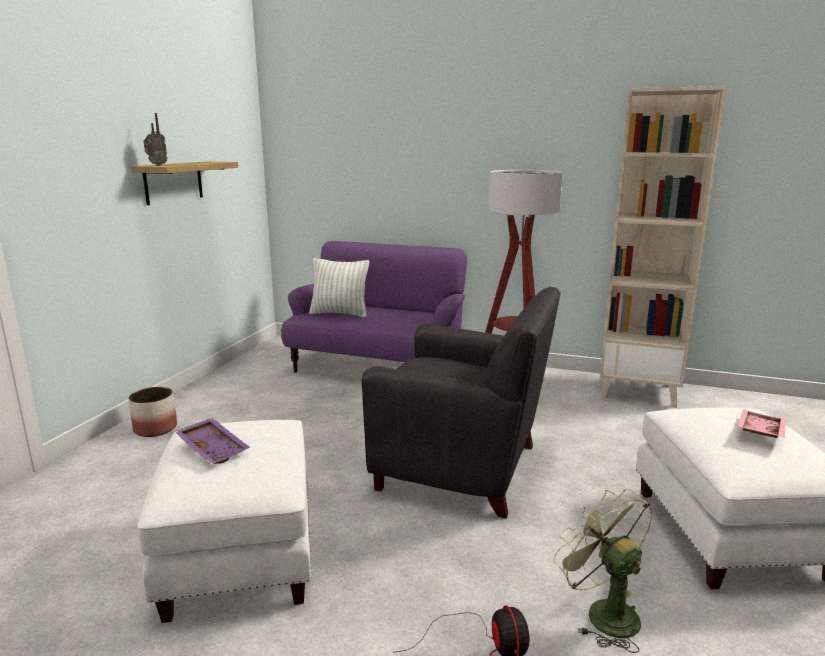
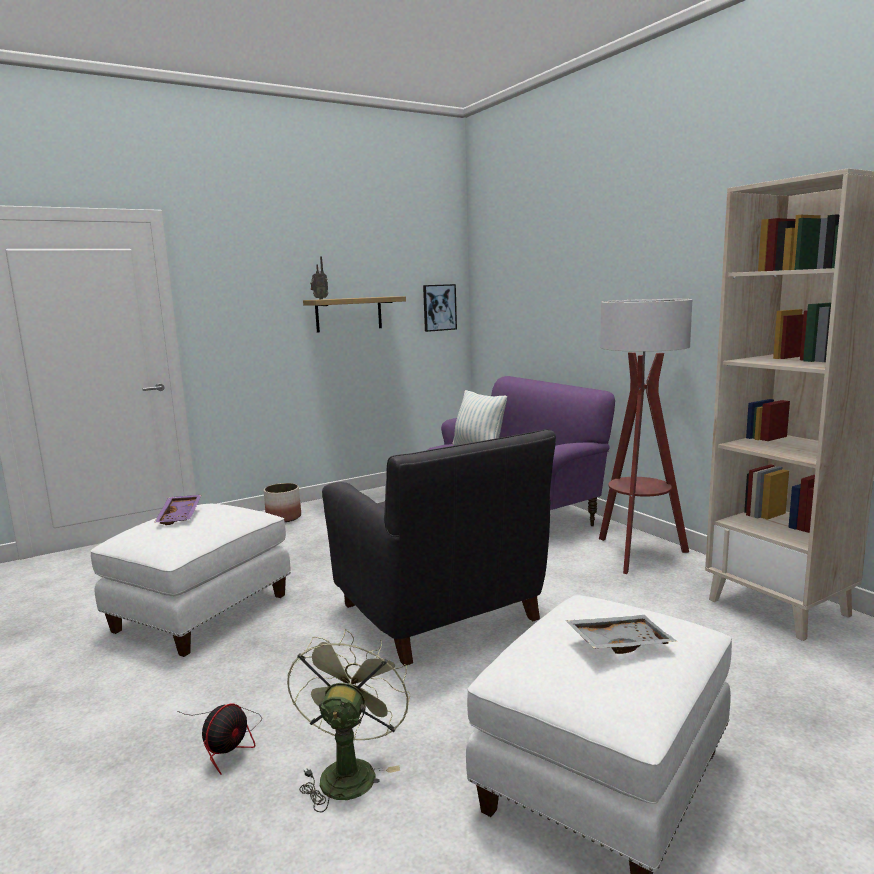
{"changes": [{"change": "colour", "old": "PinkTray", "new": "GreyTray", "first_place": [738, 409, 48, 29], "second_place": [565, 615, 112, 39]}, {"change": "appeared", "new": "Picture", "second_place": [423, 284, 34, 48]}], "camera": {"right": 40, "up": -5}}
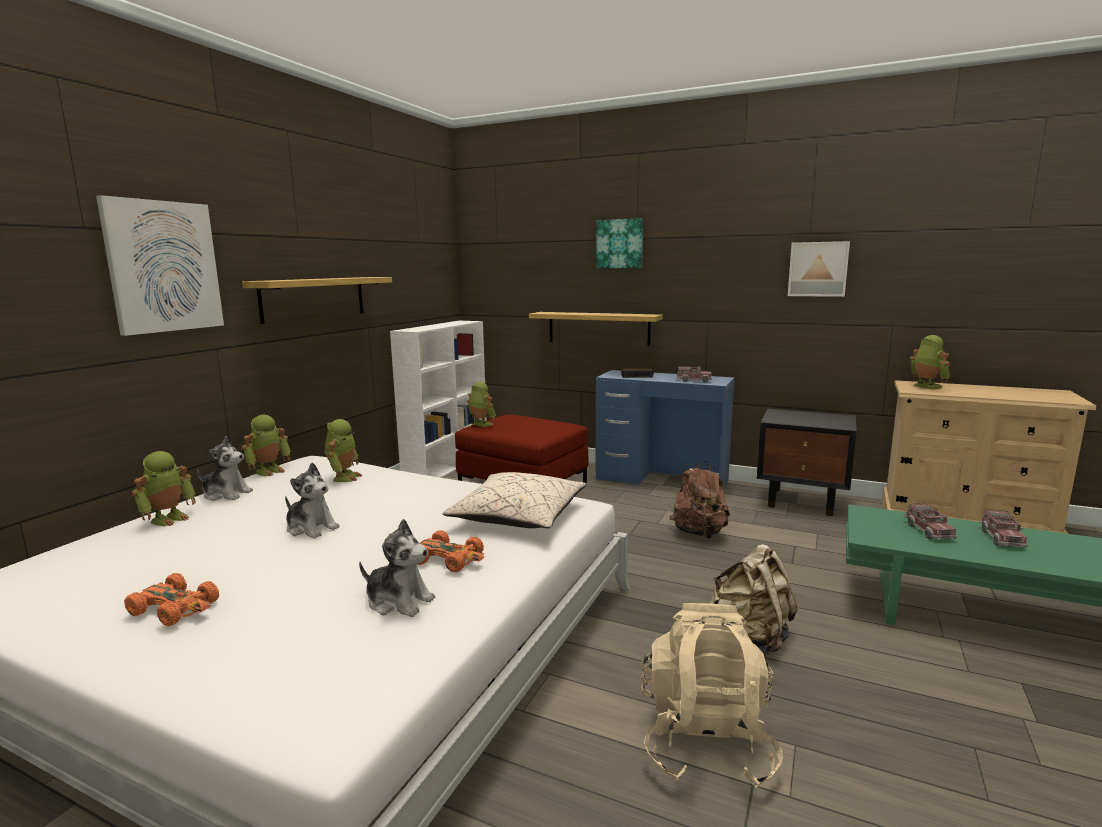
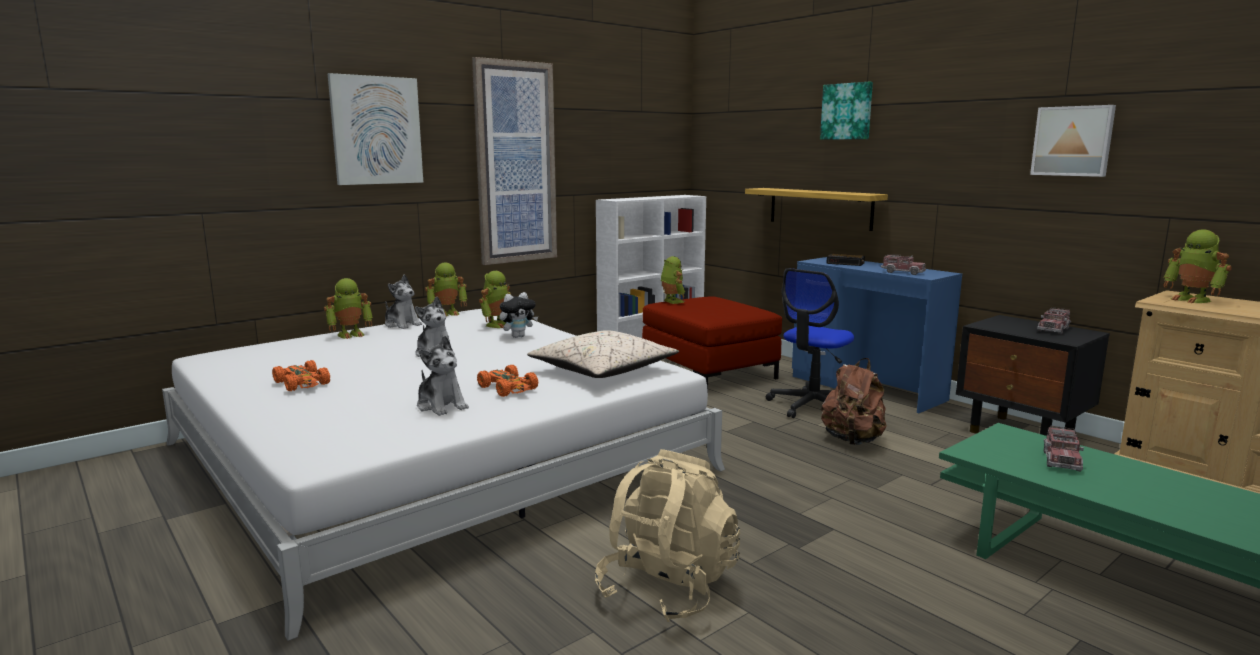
{"changes": [{"change": "exchanged", "old": "Shelf", "new": "Picture", "first_place": [242, 277, 150, 47], "second_place": [472, 57, 85, 208]}, {"change": "missing", "old": "BeigeBackpack", "first_place": [710, 544, 87, 110]}, {"change": "spun", "old": "ToyRobot", "first_place": [910, 335, 40, 54], "second_place": [1163, 230, 69, 73], "degrees": 150}, {"change": "relocated", "old": "ToyTruck", "first_place": [980, 509, 48, 39], "second_place": [1037, 307, 34, 27]}, {"change": "appeared", "new": "PlushToy", "second_place": [499, 292, 39, 46]}, {"change": "appeared", "new": "OfficeChair", "second_place": [766, 268, 88, 150]}], "camera": {"right": 25, "up": 0}}
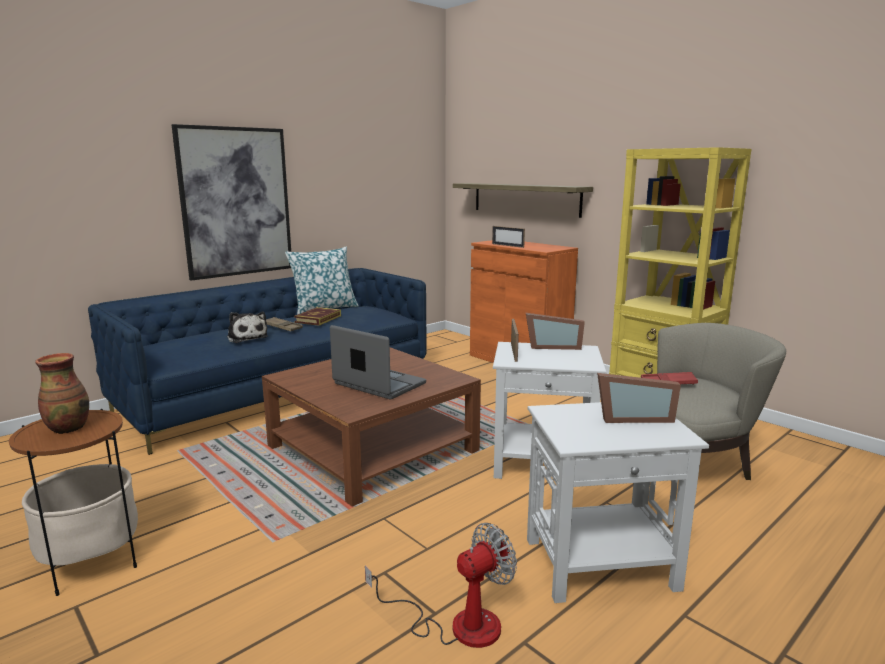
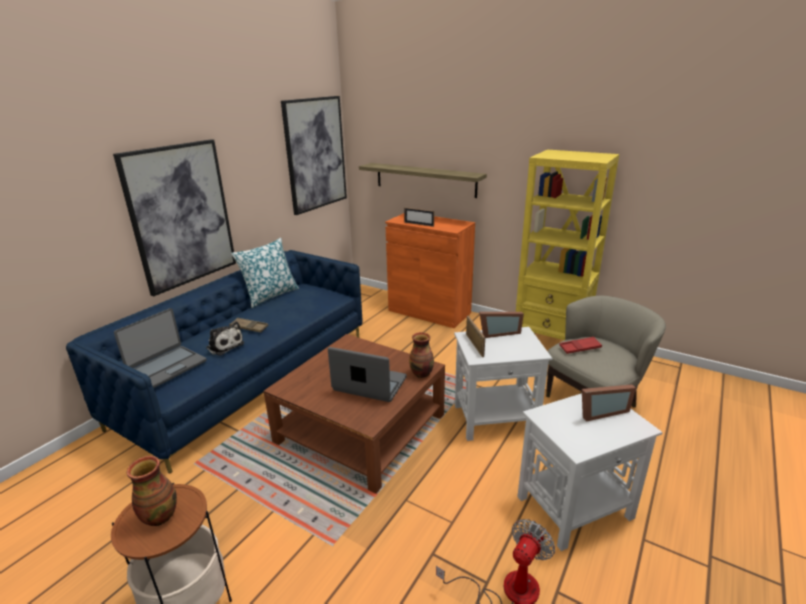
{"changes": [{"change": "missing", "old": "Book", "first_place": [294, 307, 47, 19]}, {"change": "appeared", "new": "Laptop", "second_place": [114, 308, 93, 80]}, {"change": "appeared", "new": "Picture", "second_place": [281, 96, 66, 119]}, {"change": "appeared", "new": "Vase", "second_place": [409, 332, 25, 46]}], "camera": {"right": -15, "up": 10}}
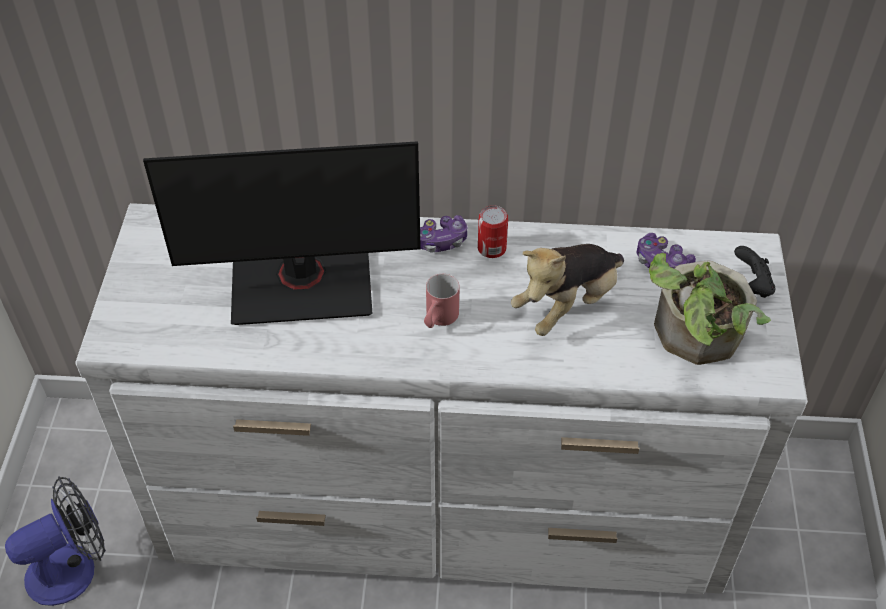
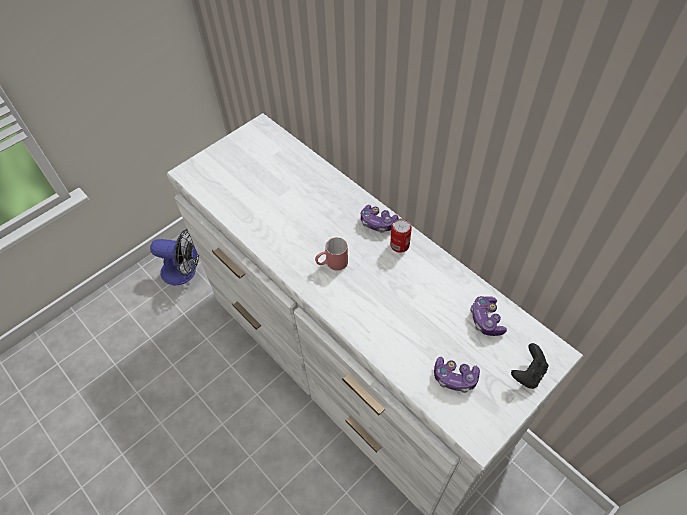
{"changes": [{"change": "missing", "old": "Monitor", "first_place": [143, 141, 278, 184]}, {"change": "missing", "old": "PlushToy", "first_place": [511, 244, 113, 92]}, {"change": "exchanged", "old": "PottedPlant", "new": "GameController", "first_place": [649, 253, 122, 112], "second_place": [434, 357, 46, 36]}], "camera": {"right": 45, "up": 5}}
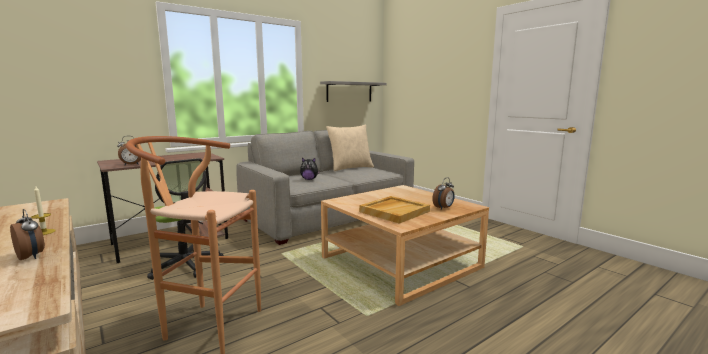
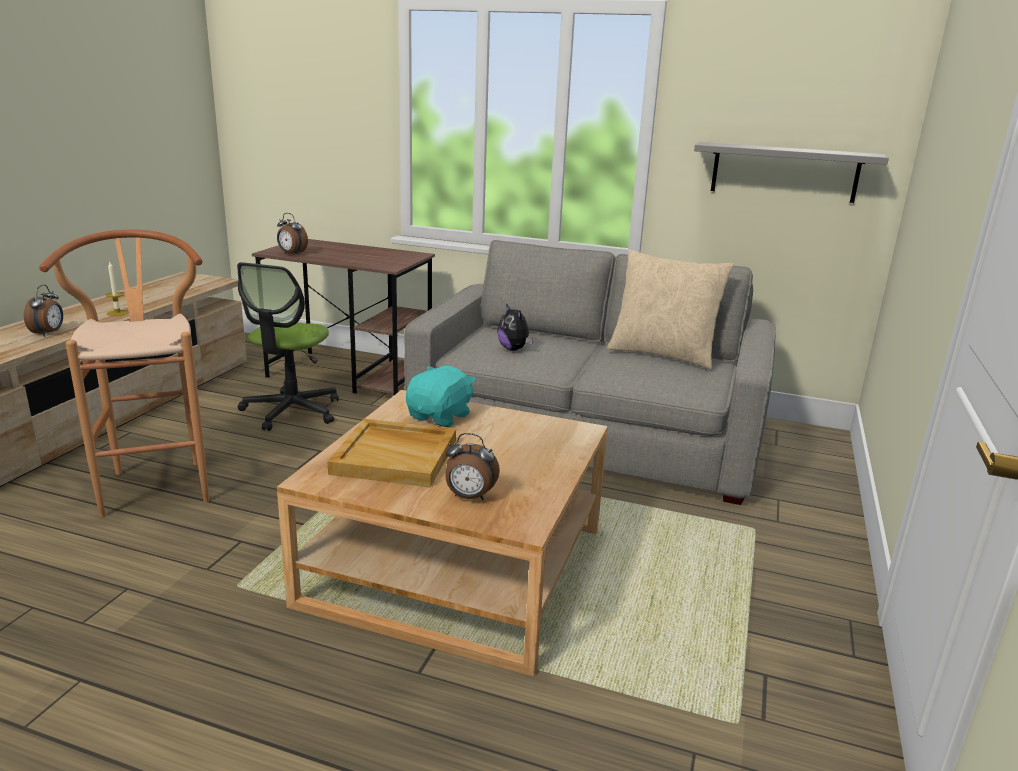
{"changes": [{"change": "appeared", "new": "TurquoisePlushToy", "second_place": [406, 366, 70, 61]}], "camera": {"right": 55, "up": 10}}
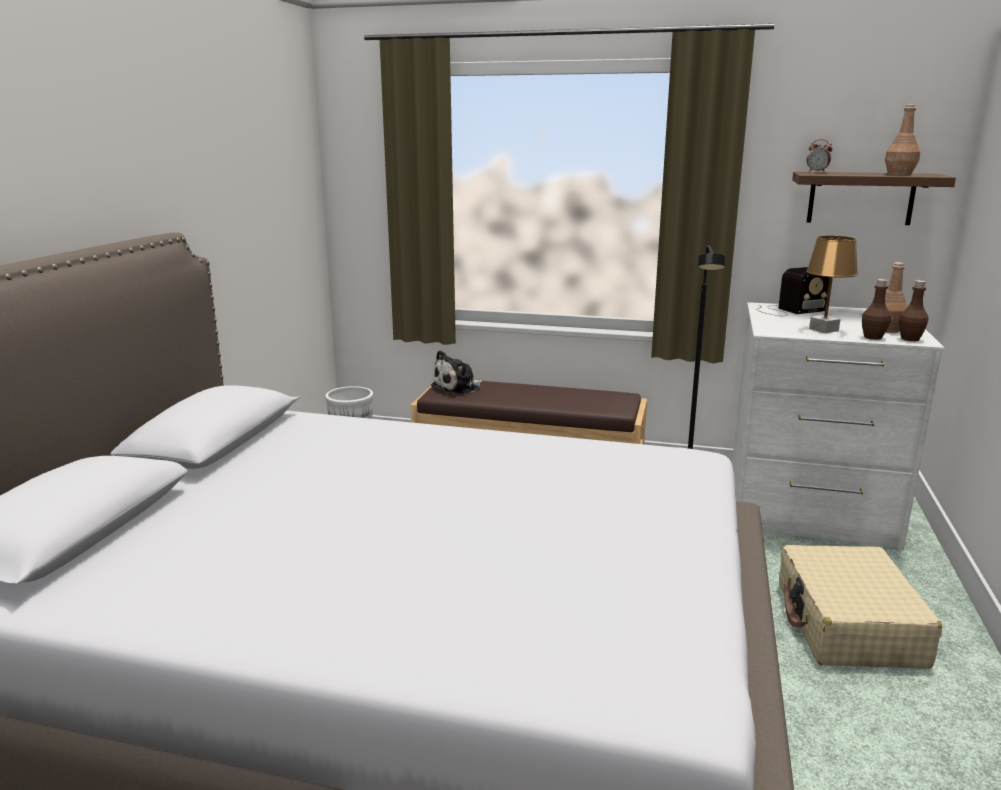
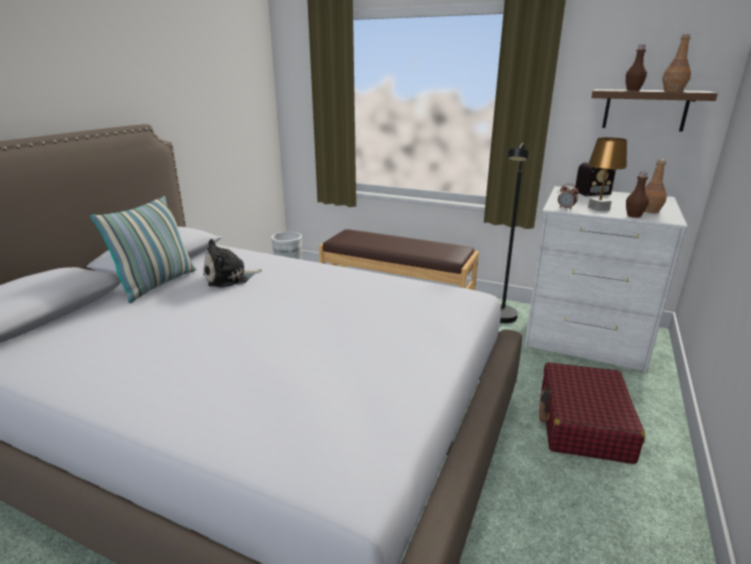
{"changes": [{"change": "relocated", "old": "PlushToy", "first_place": [431, 350, 52, 45], "second_place": [203, 239, 59, 49]}, {"change": "colour", "old": "BeigeSuitcase", "new": "RedSuitcase", "first_place": [779, 545, 163, 124], "second_place": [539, 362, 106, 102]}, {"change": "relocated", "old": "AlarmClock", "first_place": [807, 139, 26, 34], "second_place": [558, 184, 20, 26]}, {"change": "relocated", "old": "BrownBottle", "first_place": [899, 280, 29, 61], "second_place": [626, 45, 21, 46]}, {"change": "appeared", "new": "Pillow", "second_place": [90, 196, 106, 107]}], "camera": {"right": 10, "up": 5}}
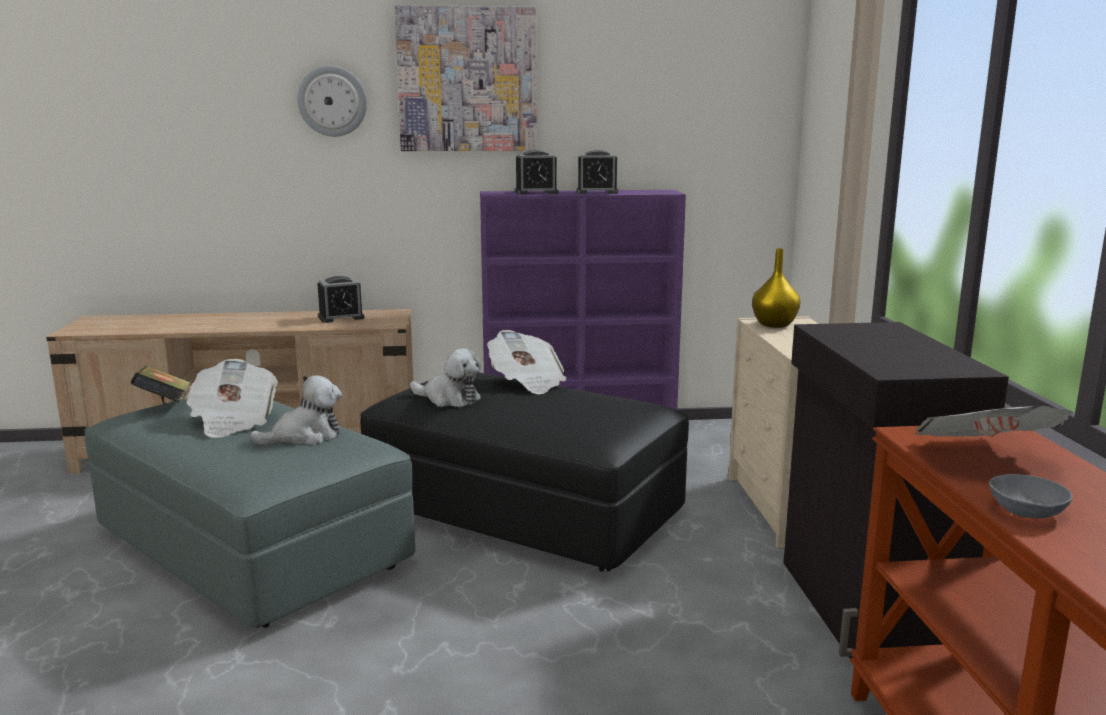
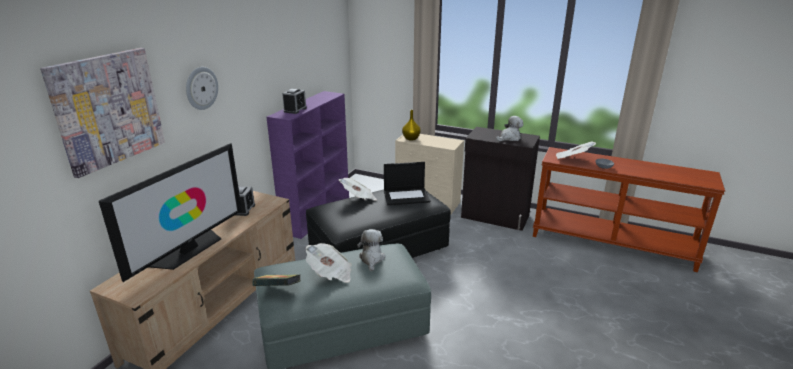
{"changes": [{"change": "relocated", "old": "Picture", "first_place": [394, 5, 143, 146], "second_place": [40, 48, 125, 130]}, {"change": "relocated", "old": "PlushToy", "first_place": [410, 348, 71, 59], "second_place": [496, 116, 27, 25]}, {"change": "missing", "old": "AlarmClock", "first_place": [576, 150, 42, 44]}, {"change": "appeared", "new": "Television", "second_place": [99, 143, 143, 139]}, {"change": "appeared", "new": "Laptop", "second_place": [384, 162, 46, 43]}], "camera": {"right": -60, "up": 10}}
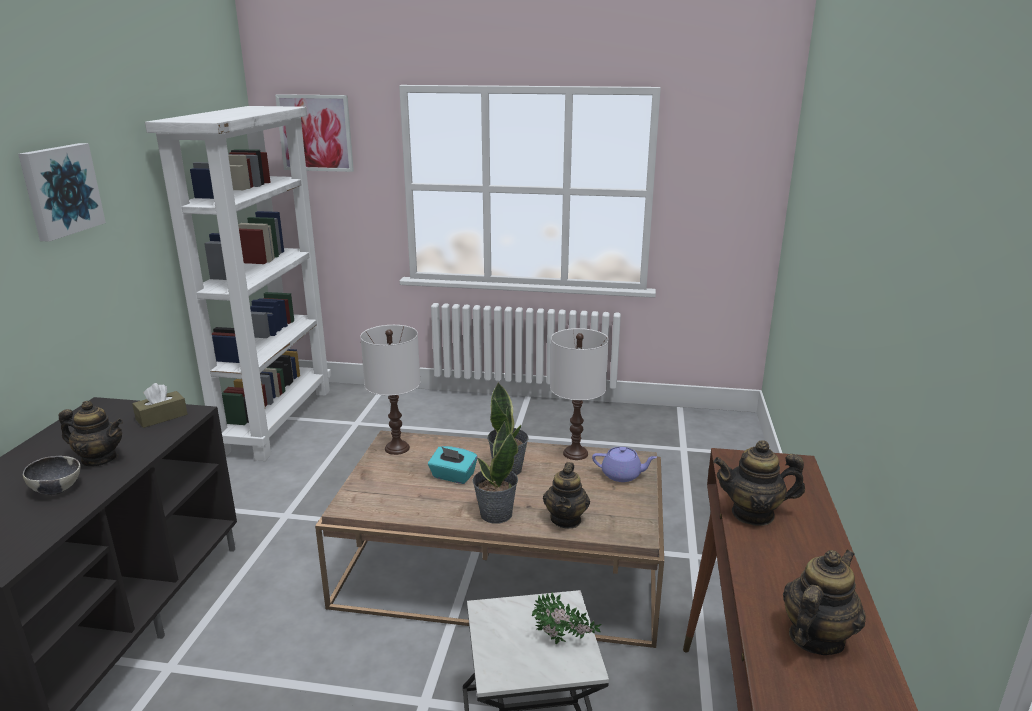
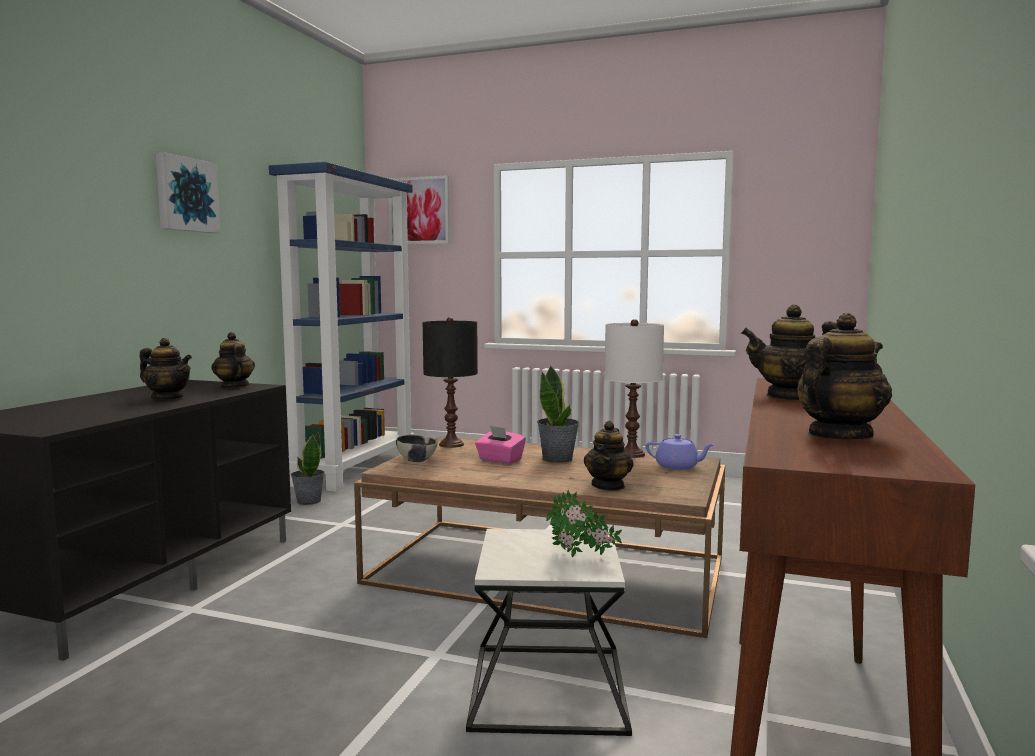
{"changes": [{"change": "relocated", "old": "Bowl", "first_place": [23, 456, 58, 39], "second_place": [396, 435, 42, 27]}, {"change": "exchanged", "old": "BrownTissueBox", "new": "Teapot", "first_place": [132, 383, 55, 45], "second_place": [211, 332, 44, 56]}, {"change": "colour", "old": "WhiteBookcase", "new": "BlueBookcase", "first_place": [145, 106, 186, 355], "second_place": [269, 162, 145, 330]}, {"change": "colour", "old": "WhiteTableLamp", "new": "BlackTableLamp", "first_place": [360, 325, 61, 130], "second_place": [422, 317, 56, 131]}, {"change": "colour", "old": "TurquoiseTissueBox", "new": "PinkTissueBox", "first_place": [428, 446, 50, 38], "second_place": [475, 426, 51, 38]}, {"change": "relocated", "old": "PottedPlant", "first_place": [472, 421, 46, 103], "second_place": [291, 432, 34, 73]}], "camera": {"right": 10, "up": -15}}
